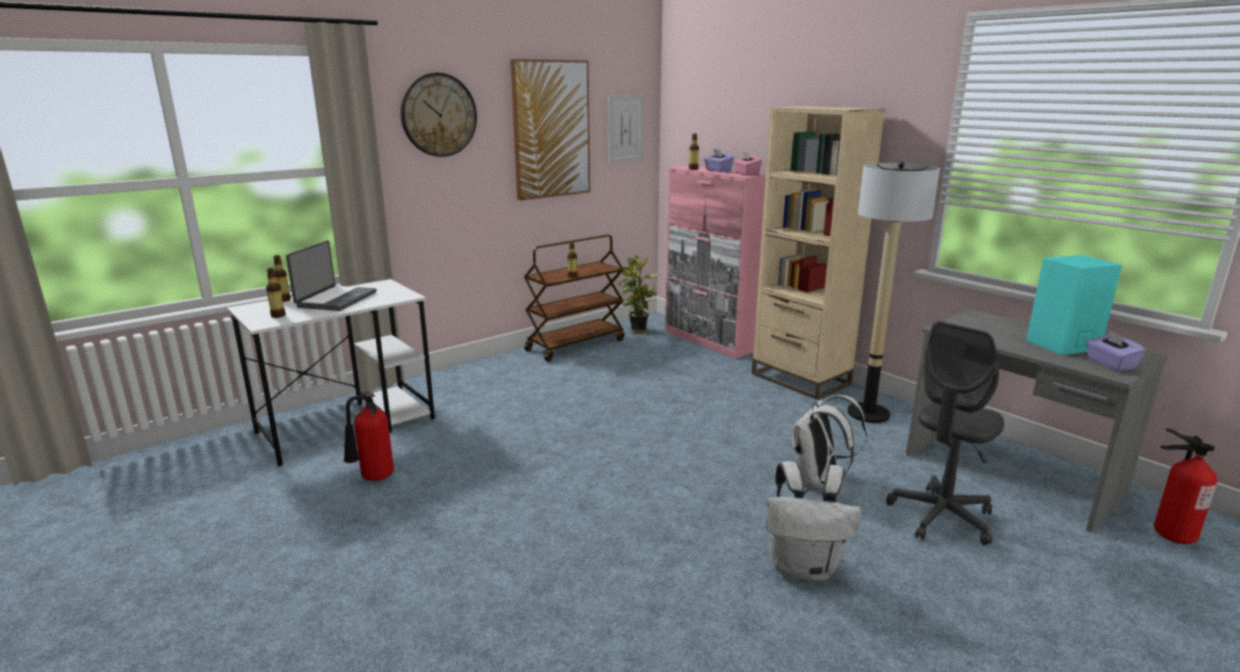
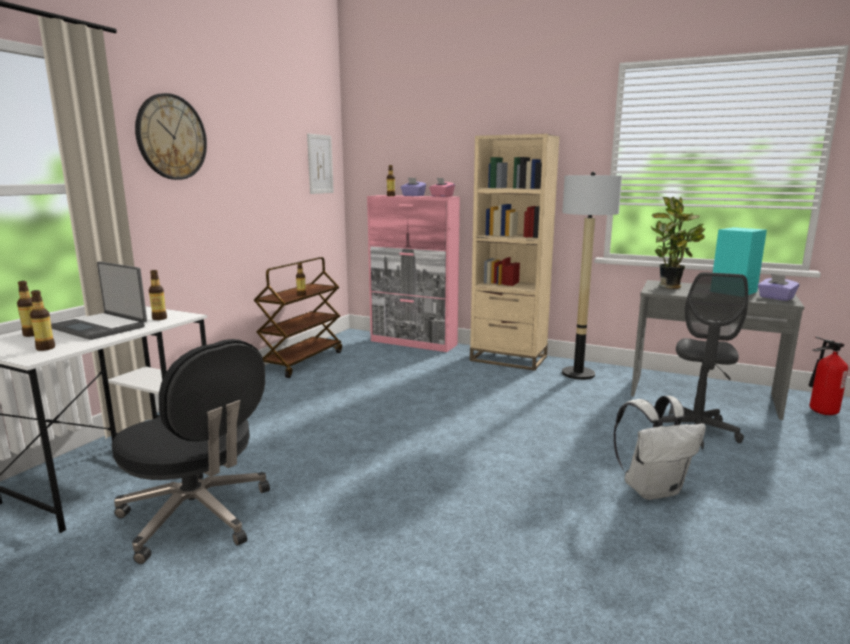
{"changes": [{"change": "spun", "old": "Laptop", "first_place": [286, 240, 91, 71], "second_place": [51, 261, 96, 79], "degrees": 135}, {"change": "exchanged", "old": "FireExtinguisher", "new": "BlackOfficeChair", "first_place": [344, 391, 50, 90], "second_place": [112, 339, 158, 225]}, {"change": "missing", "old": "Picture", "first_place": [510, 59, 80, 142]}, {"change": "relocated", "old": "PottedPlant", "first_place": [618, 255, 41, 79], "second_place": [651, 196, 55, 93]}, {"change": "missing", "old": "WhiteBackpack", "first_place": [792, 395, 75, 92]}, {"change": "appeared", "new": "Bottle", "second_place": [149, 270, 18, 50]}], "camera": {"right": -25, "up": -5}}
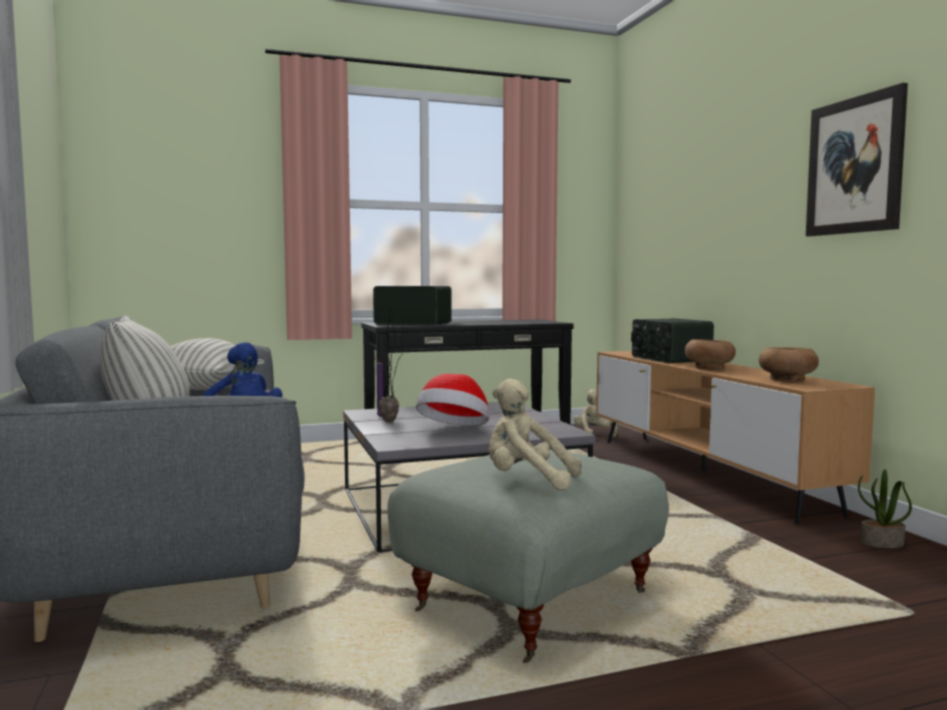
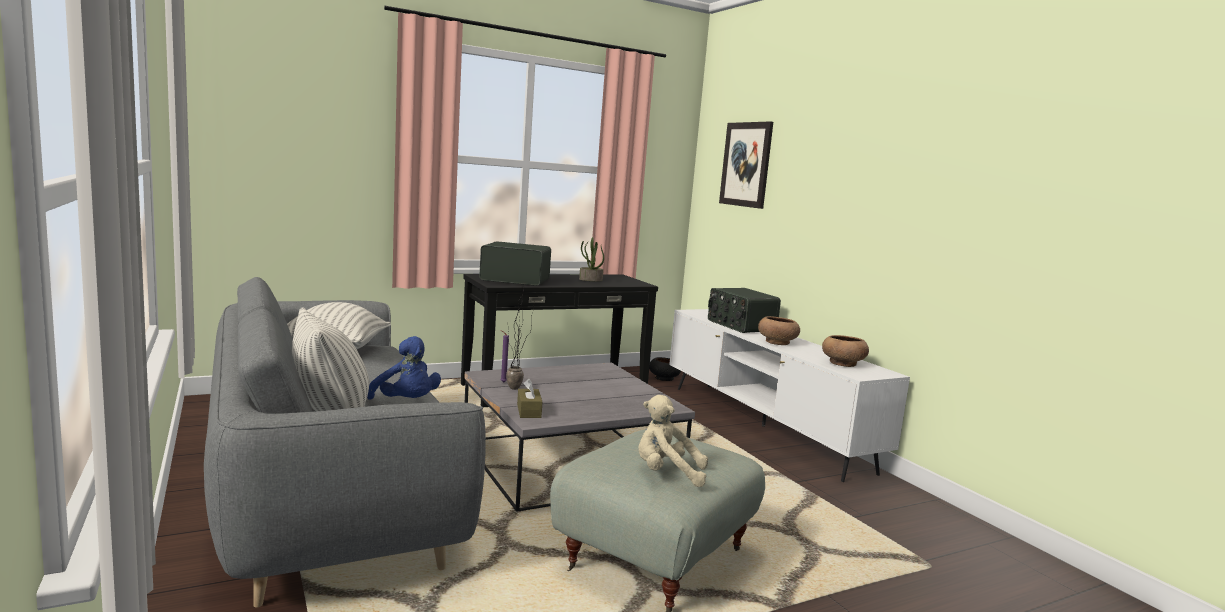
{"changes": [{"change": "missing", "old": "Hat", "first_place": [416, 374, 74, 52]}, {"change": "exchanged", "old": "BeigePlushToy", "new": "BlackBowl", "first_place": [574, 389, 43, 48], "second_place": [649, 357, 32, 24]}, {"change": "colour", "old": "BrownTvStand", "new": "WhiteTvStand", "first_place": [596, 351, 279, 173], "second_place": [669, 309, 241, 173]}, {"change": "relocated", "old": "Picture", "first_place": [806, 83, 102, 153], "second_place": [719, 121, 54, 88]}, {"change": "relocated", "old": "PottedPlant", "first_place": [858, 469, 54, 79], "second_place": [579, 237, 25, 44]}, {"change": "appeared", "new": "BrownTissueBox", "second_place": [517, 379, 25, 39]}], "camera": {"right": -10, "up": 5}}
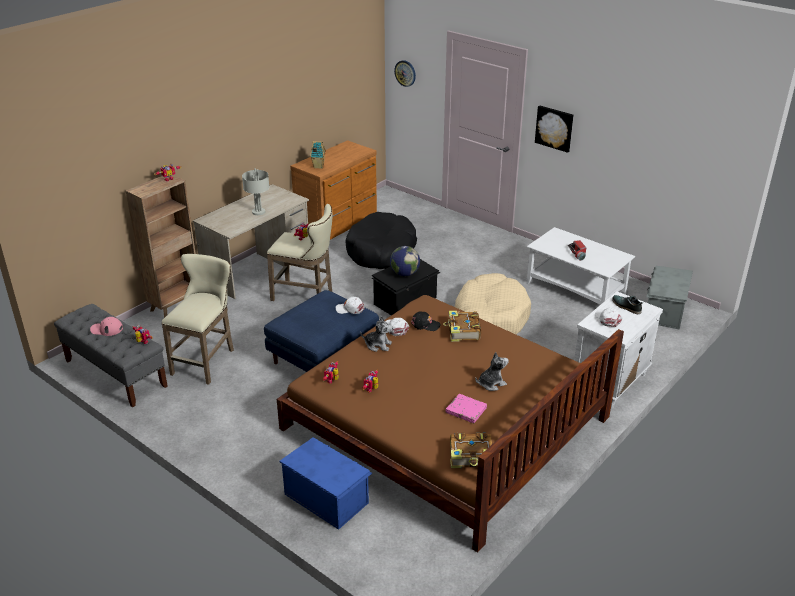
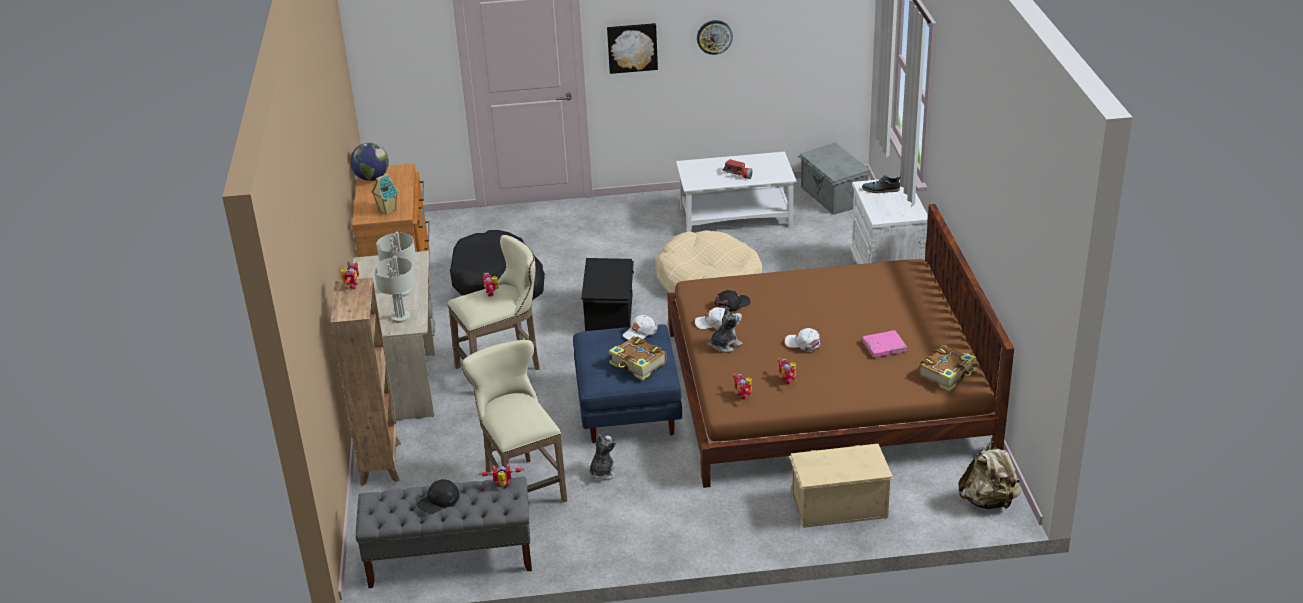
{"changes": [{"change": "colour", "old": "PinkCap", "new": "BlackCap", "first_place": [90, 317, 33, 19], "second_place": [416, 479, 44, 35]}, {"change": "colour", "old": "BlueStorageBox", "new": "BeigeStorageBox", "first_place": [279, 437, 93, 93], "second_place": [789, 444, 105, 84]}, {"change": "relocated", "old": "Globe", "first_place": [390, 246, 30, 30], "second_place": [350, 143, 39, 38]}, {"change": "relocated", "old": "WallClock", "first_place": [394, 60, 22, 27], "second_place": [697, 20, 36, 35]}, {"change": "relocated", "old": "Book", "first_place": [443, 311, 38, 31], "second_place": [609, 336, 58, 44]}, {"change": "relocated", "old": "PlushToy", "first_place": [475, 352, 34, 39], "second_place": [589, 434, 28, 46]}, {"change": "relocated", "old": "WhiteCap", "first_place": [595, 308, 27, 19], "second_place": [785, 328, 37, 23]}, {"change": "appeared", "new": "GreyTableLamp", "second_place": [374, 256, 41, 67]}, {"change": "appeared", "new": "BeigeBackpack", "second_place": [958, 441, 63, 69]}], "camera": {"right": -45, "up": 0}}
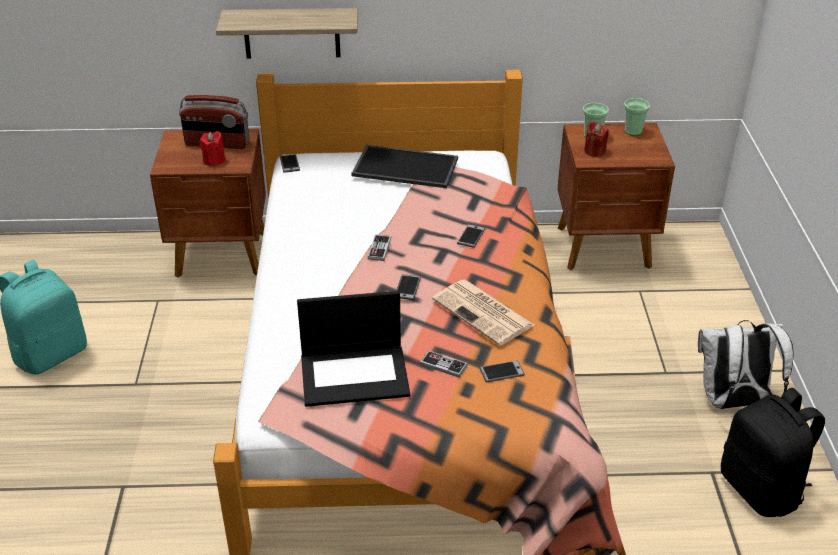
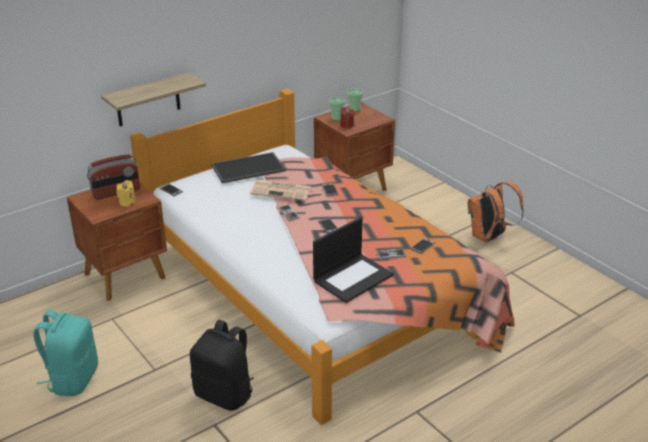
{"changes": [{"change": "colour", "old": "RedCandle", "new": "YellowCandle", "first_place": [199, 131, 27, 36], "second_place": [117, 180, 19, 27]}, {"change": "relocated", "old": "Newspaper", "first_place": [432, 280, 102, 66], "second_place": [250, 180, 62, 21]}, {"change": "colour", "old": "WhiteBackpack", "new": "OrangeBackpack", "first_place": [698, 320, 96, 89], "second_place": [468, 182, 56, 61]}, {"change": "relocated", "old": "BlackBackpack", "first_place": [721, 388, 104, 129], "second_place": [190, 320, 64, 91]}], "camera": {"right": -35, "up": -5}}
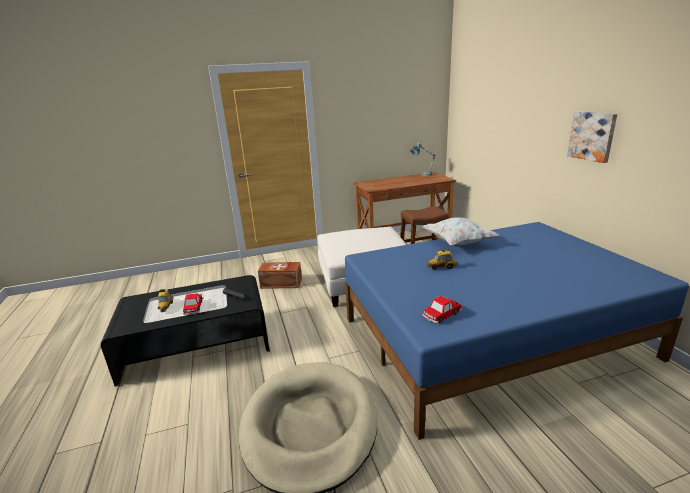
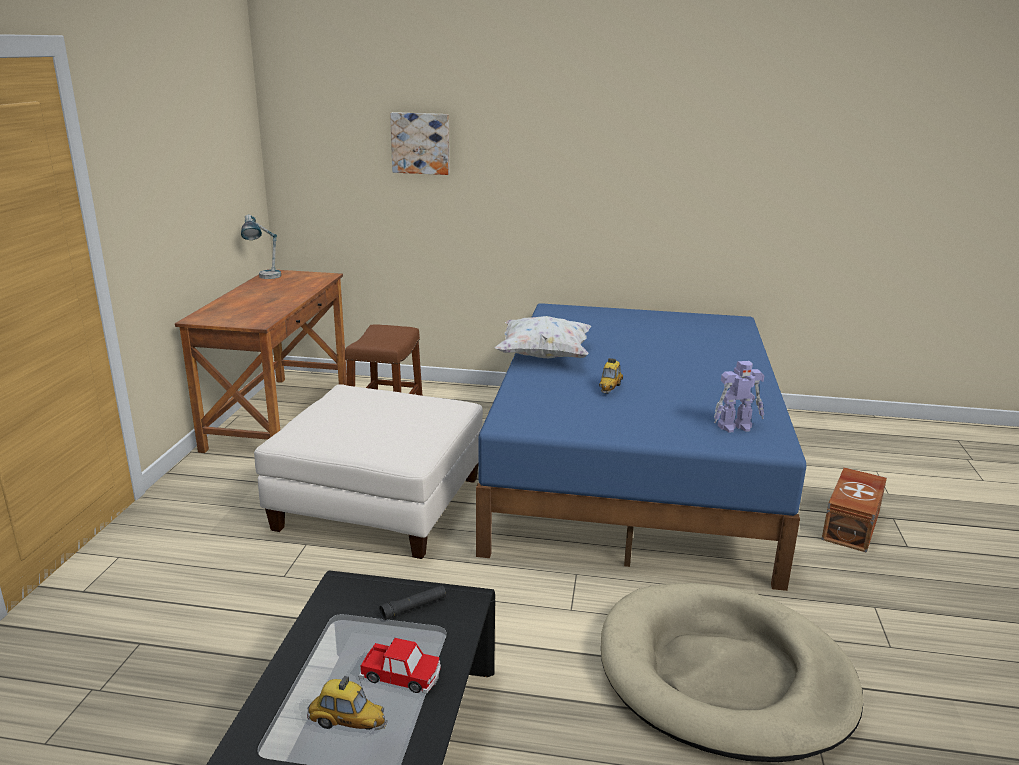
{"changes": [{"change": "relocated", "old": "BrownStorageBox", "first_place": [258, 262, 44, 27], "second_place": [821, 468, 66, 85]}, {"change": "exchanged", "old": "ToyCar", "new": "ToyRobot", "first_place": [423, 296, 39, 28], "second_place": [714, 361, 50, 71]}, {"change": "relocated", "old": "Picture", "first_place": [567, 112, 50, 51], "second_place": [390, 112, 59, 63]}], "camera": {"right": -65, "up": 0}}
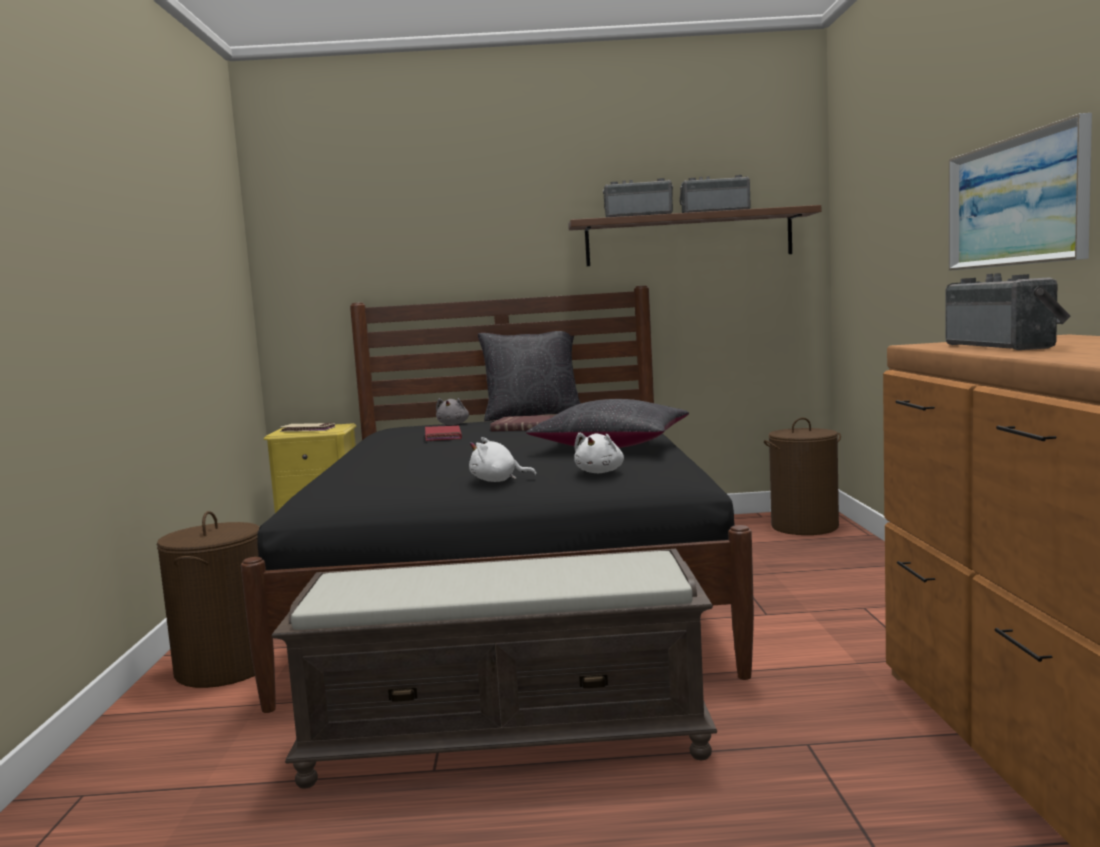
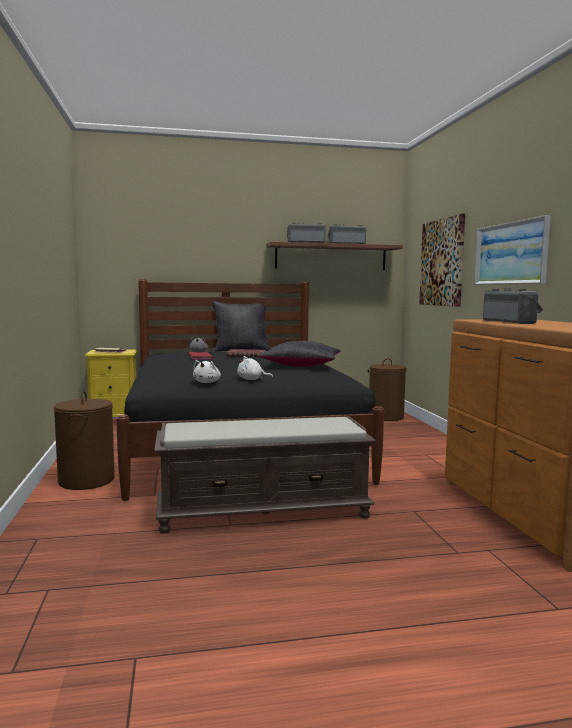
{"changes": [{"change": "relocated", "old": "WhitePlushToy", "first_place": [574, 433, 50, 40], "second_place": [193, 360, 28, 23]}, {"change": "appeared", "new": "Picture", "second_place": [419, 213, 46, 94]}], "camera": {"right": -10, "up": 0}}
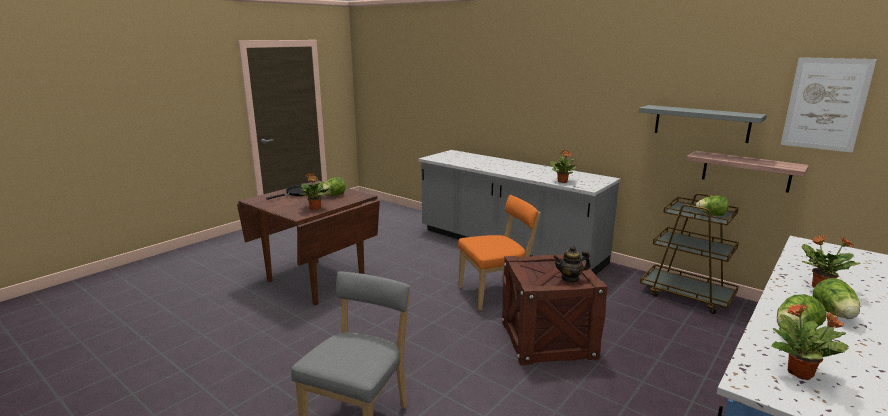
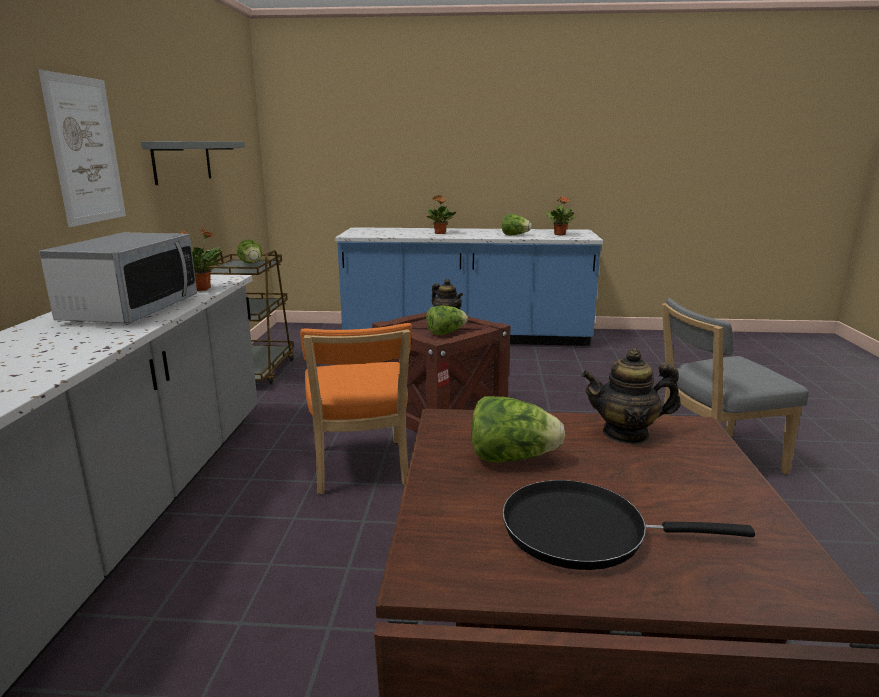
{"changes": [{"change": "exchanged", "old": "PottedPlant", "new": "Teapot", "first_place": [300, 173, 29, 37], "second_place": [582, 348, 99, 96]}, {"change": "spun", "old": "OrangeChair", "first_place": [458, 195, 83, 115], "second_place": [300, 323, 112, 171], "degrees": -135}, {"change": "missing", "old": "Shelf", "first_place": [686, 151, 123, 42]}, {"change": "relocated", "old": "Picture", "first_place": [781, 57, 96, 96], "second_place": [38, 70, 88, 157]}, {"change": "relocated", "old": "Lettuce", "first_place": [813, 278, 47, 41], "second_place": [426, 305, 42, 30]}, {"change": "appeared", "new": "Microwave", "second_place": [39, 232, 158, 91]}], "camera": {"right": -125, "up": 0}}
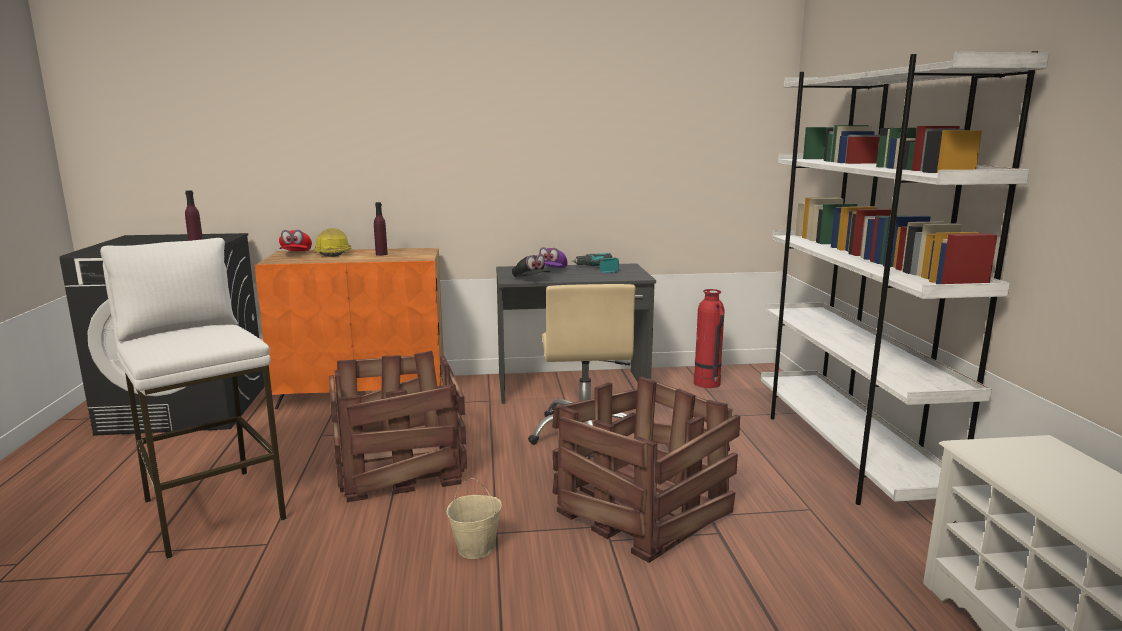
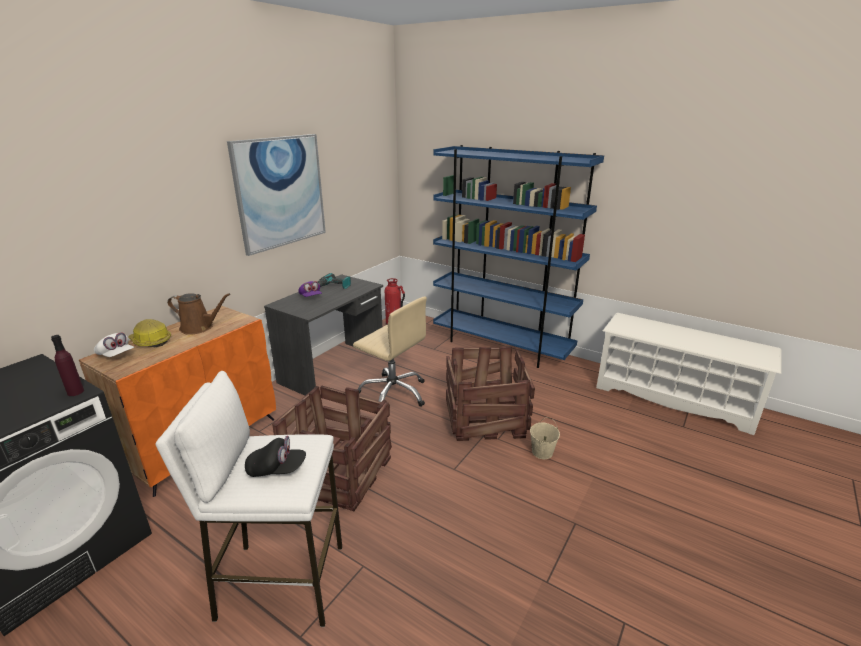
{"changes": [{"change": "colour", "old": "RedCap", "new": "WhiteCap", "first_place": [279, 230, 33, 21], "second_place": [94, 332, 40, 25]}, {"change": "exchanged", "old": "PurpleBottle", "new": "BrownWateringCan", "first_place": [374, 202, 14, 54], "second_place": [167, 293, 63, 42]}, {"change": "relocated", "old": "BeigeBucket", "first_place": [447, 478, 55, 81], "second_place": [530, 417, 30, 42]}, {"change": "relocated", "old": "BlackCap", "first_place": [512, 254, 39, 23], "second_place": [245, 436, 61, 41]}, {"change": "colour", "old": "WhiteBookcase", "new": "BlueBookcase", "first_place": [760, 51, 289, 454], "second_place": [433, 145, 171, 223]}, {"change": "appeared", "new": "Picture", "second_place": [227, 134, 99, 122]}], "camera": {"right": -50, "up": 10}}
